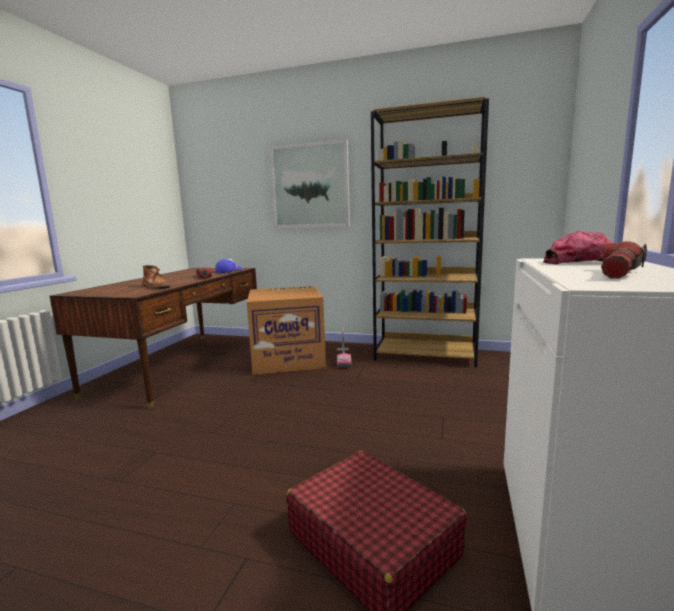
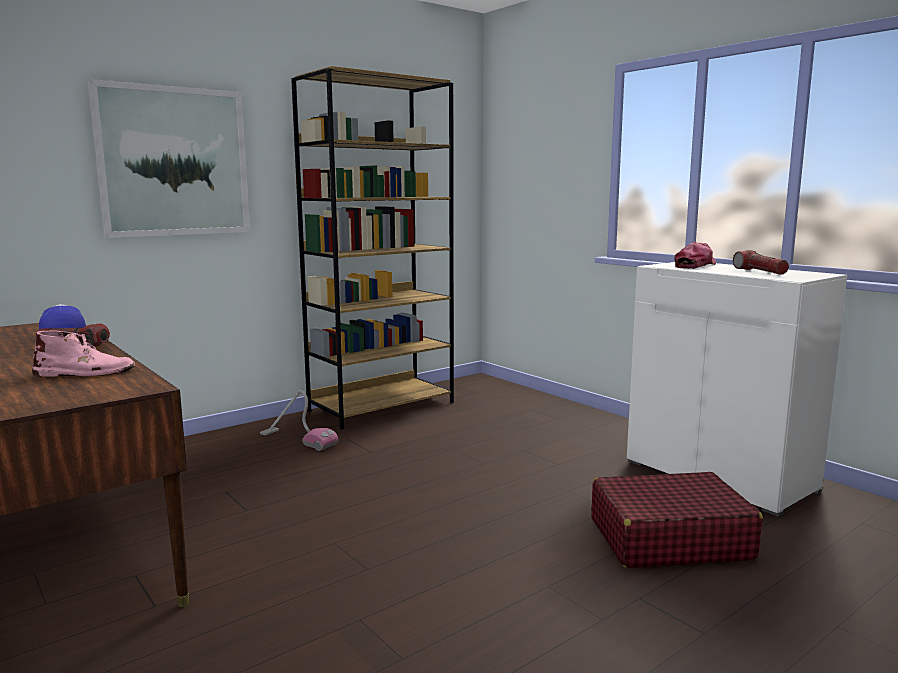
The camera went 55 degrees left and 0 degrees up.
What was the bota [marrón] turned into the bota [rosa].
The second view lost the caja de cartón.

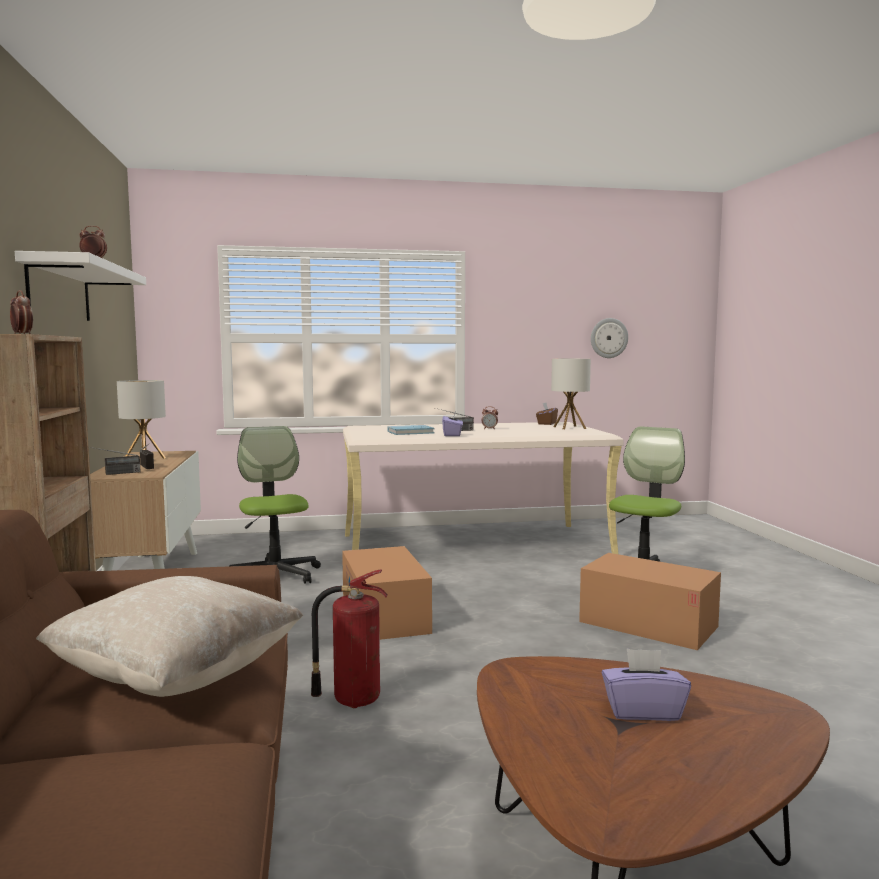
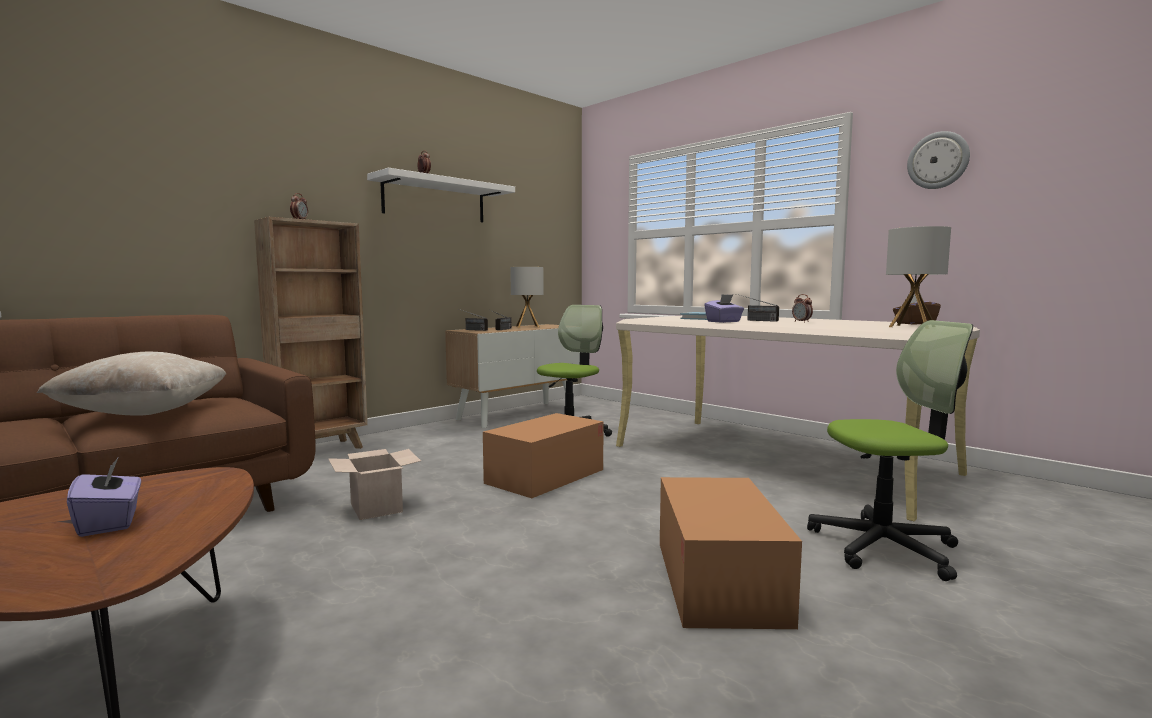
The camera went 55 degrees right and 0 degrees up.
The reloj de pared ended up elsewhere.
Where the extintor stood, the caja de cartón (no. 1 from left) came to stand.

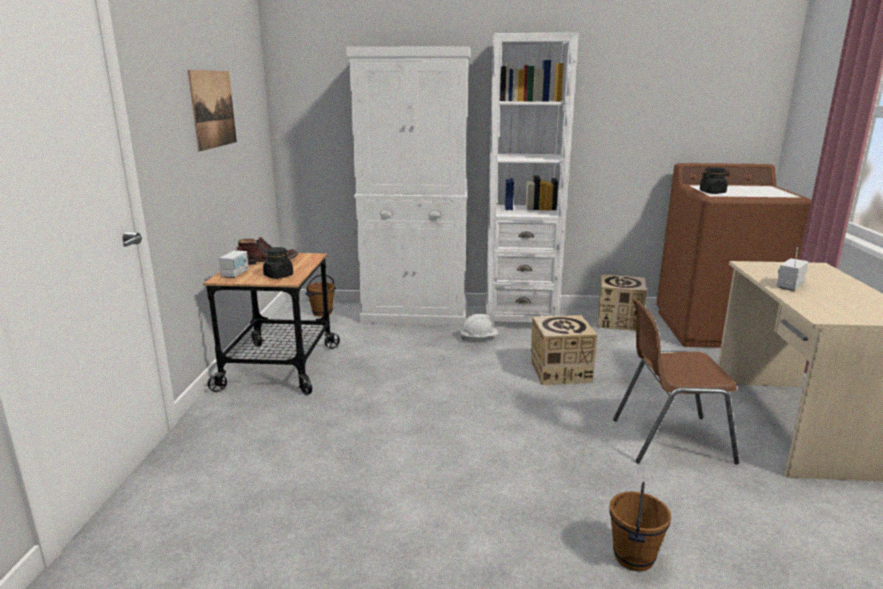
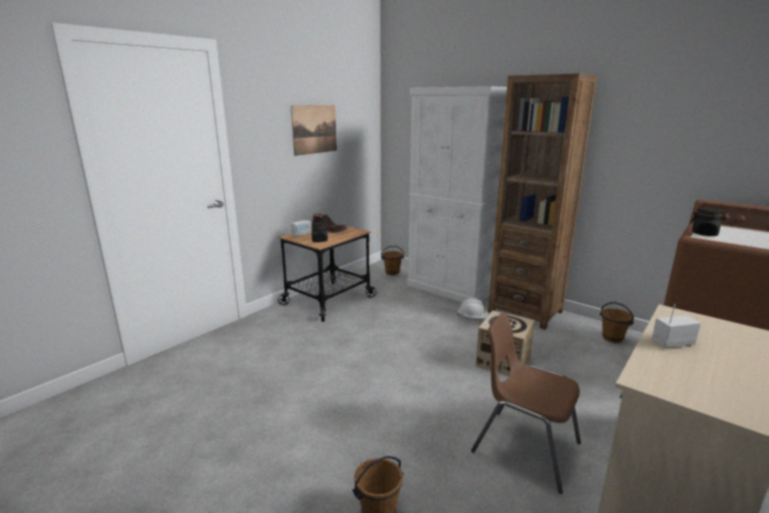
The camera went 35 degrees right and 0 degrees up.
What was the estantería [blanco] turned into the estantería [marrón].
Where the caja de cartón (no. 2 from left) stood, the cubo [marrón] (no. 3 from left) came to stand.

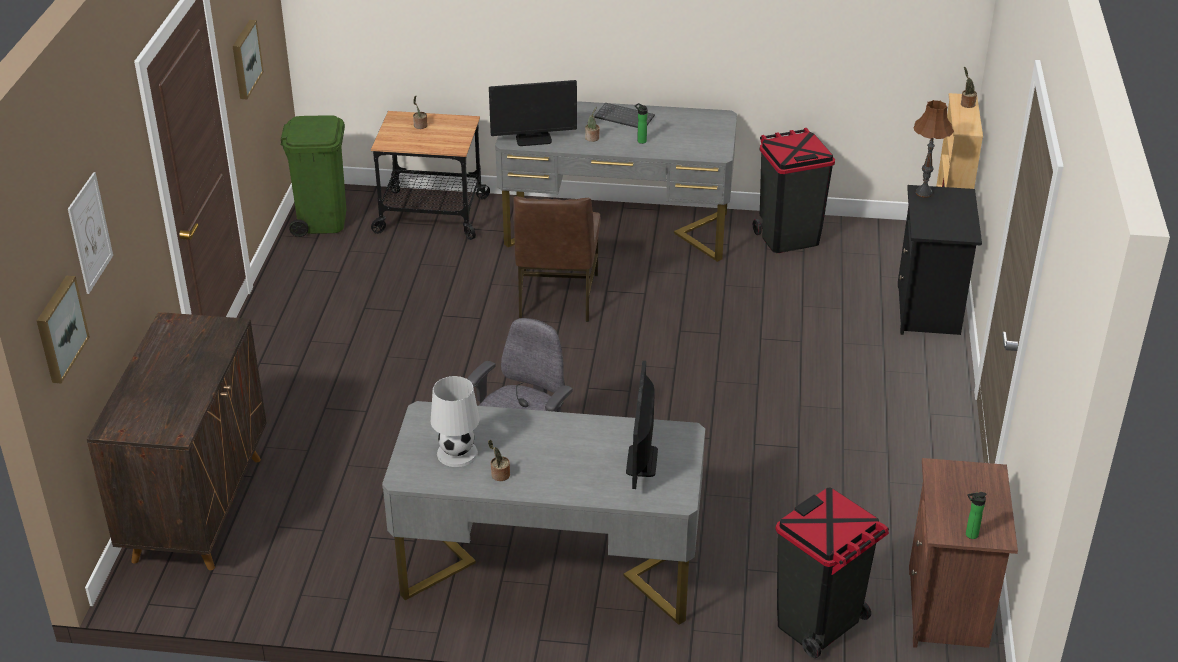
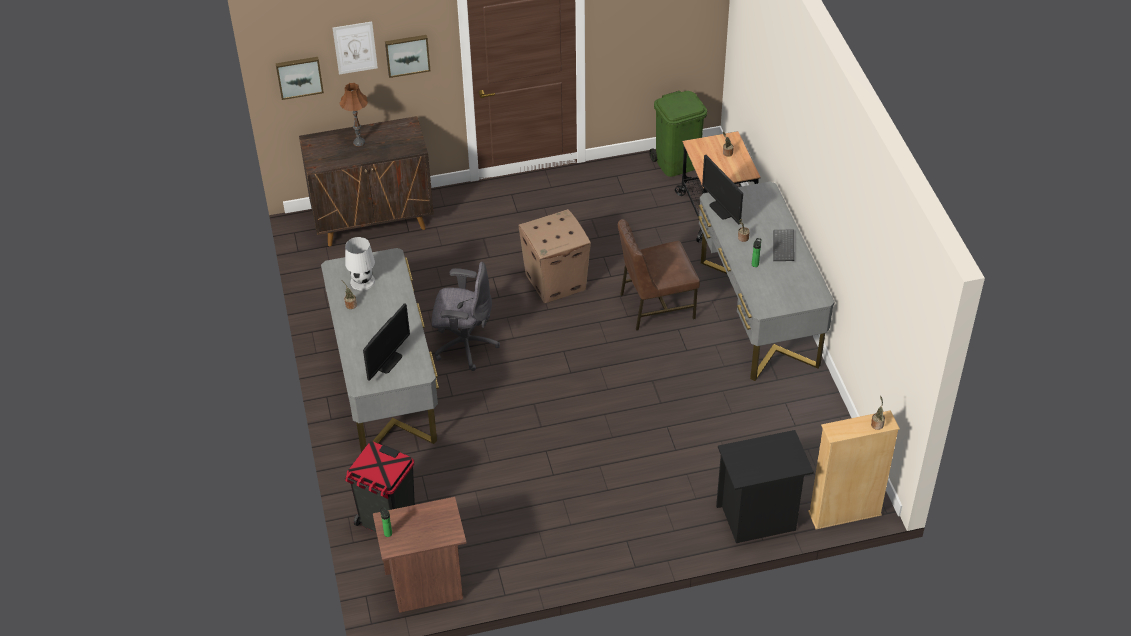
The camera went 70 degrees right and 10 degrees up.
The cuadro (no. 3 from left) ended up elsewhere.
The lámpara de mesa [marrón] ended up elsewhere.
The second view lost the papelera [negro] (no. 1 from left).
The monitor (no. 2 from left in the first image) ended up facing another way, 135 degrees clockwise from before.
The second view gained the caja de cartón.

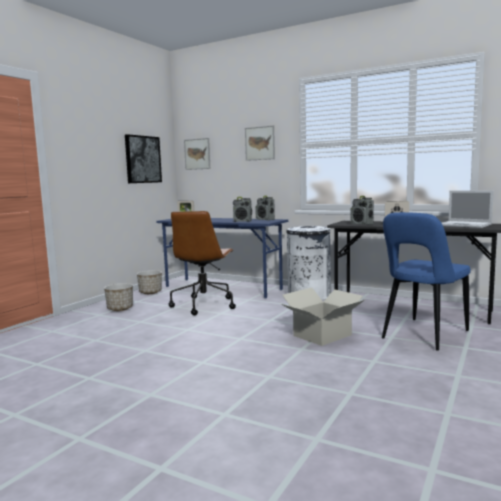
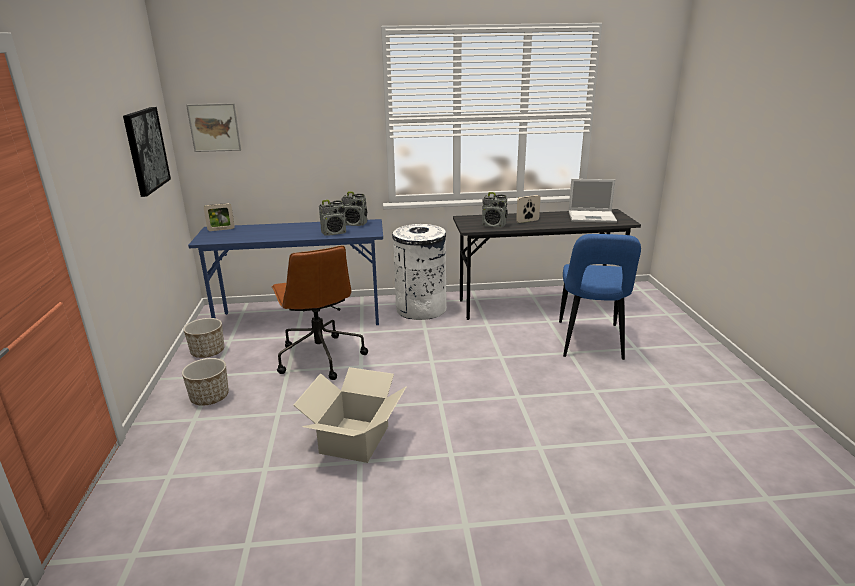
The camera went 35 degrees left and 15 degrees up.
The second view lost the cuadro (no. 3 from left).
The caja de cartón ended up elsewhere.

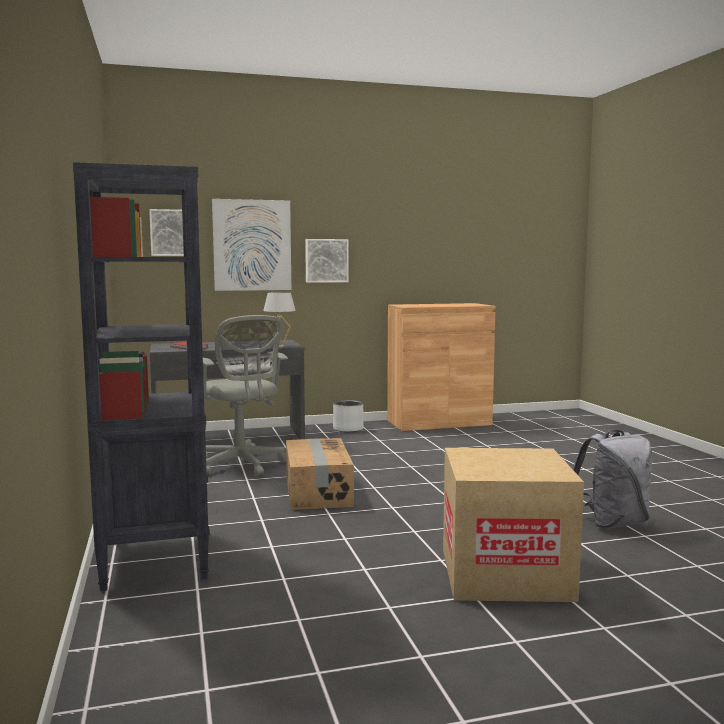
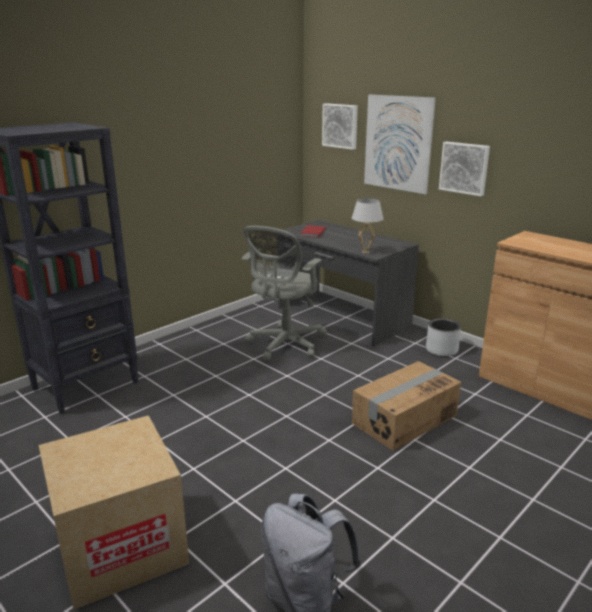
The camera went 60 degrees right and 15 degrees up.
The caja de cartón (no. 1 from left in the first image) ended up elsewhere.

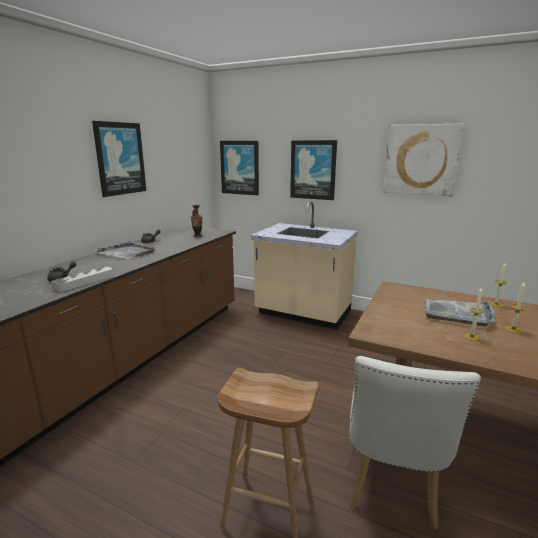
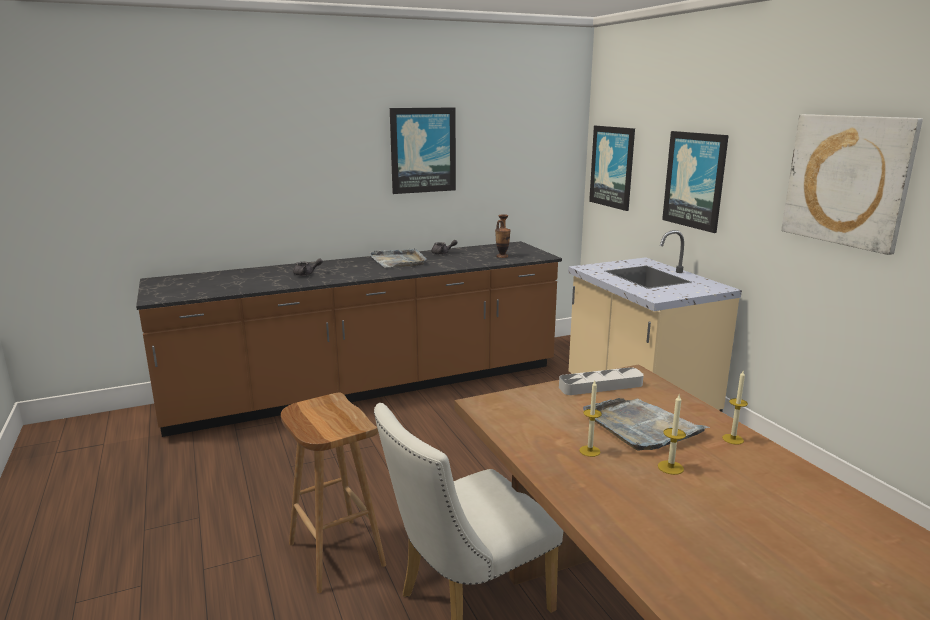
The camera went 40 degrees right and 0 degrees up.
The bandeja [gris] (no. 1 from left in the first image) ended up elsewhere.

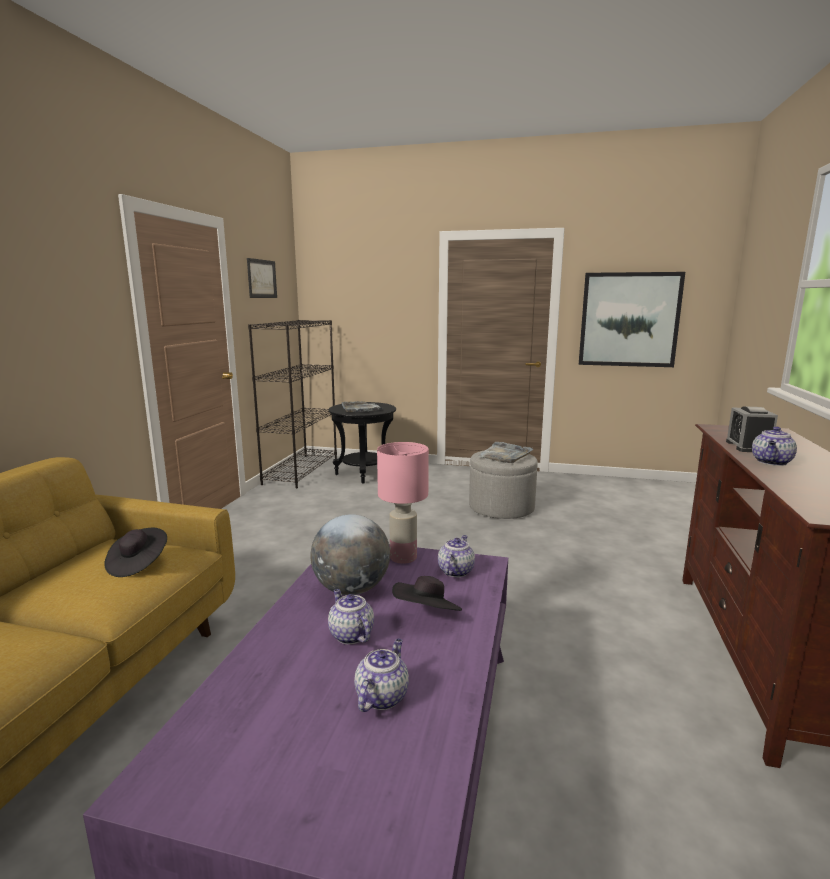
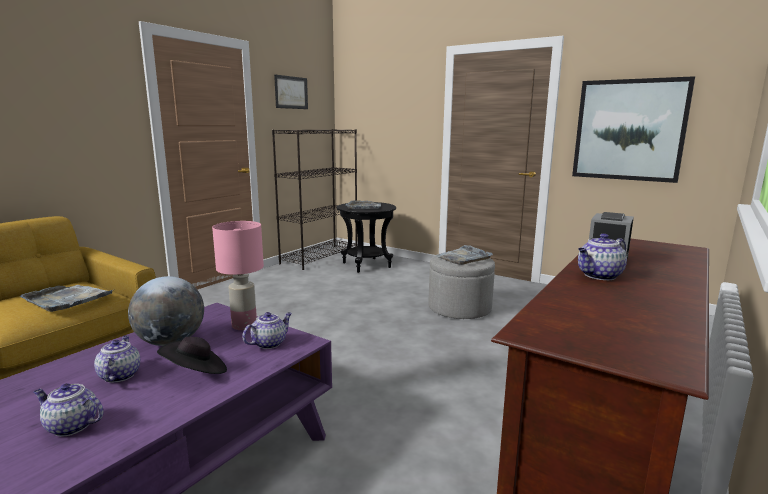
The camera went 20 degrees right and 0 degrees up.
Where the sombrero [negro] (no. 1 from left) stood, the bandeja [gris] (no. 1 from left) came to stand.
The tetera (no. 2 from left in the first image) ended up facing another way, 120 degrees counterclockwise from before.

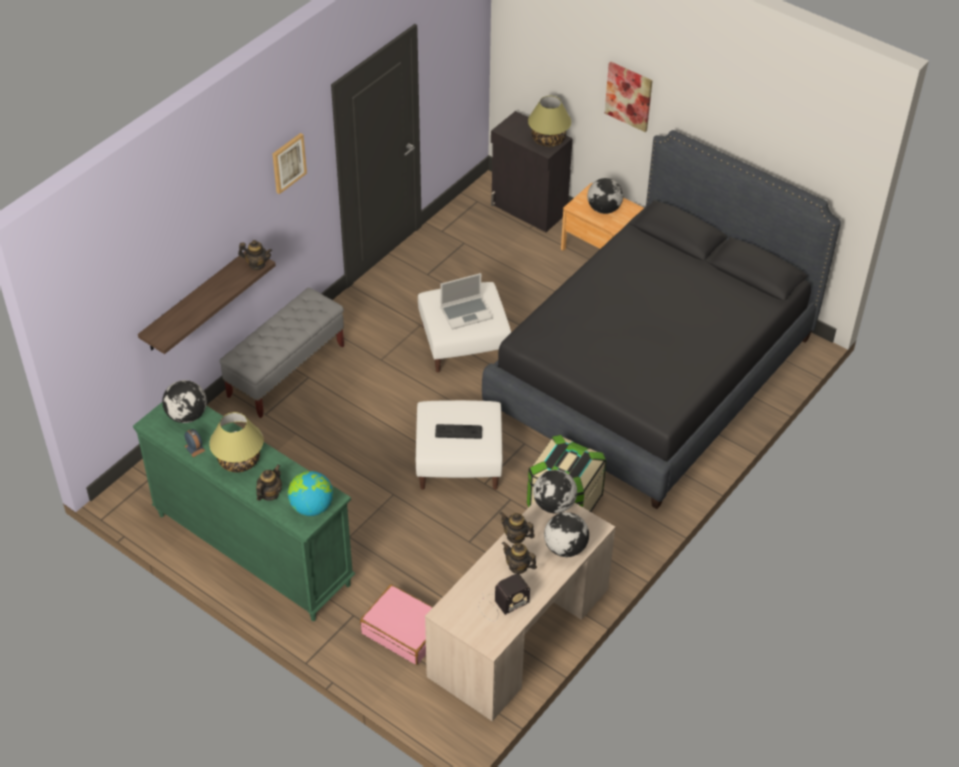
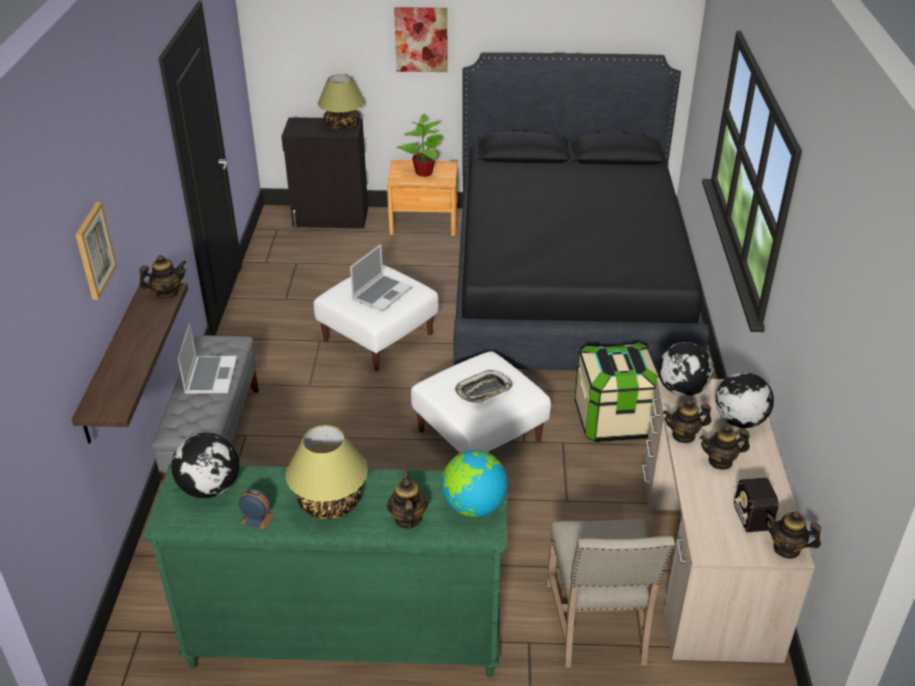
The camera went 35 degrees left and 10 degrees down.
The cuadro (no. 1 from left) ended up elsewhere.
Where the globo terráqueo (no. 5 from left) stood, the planta en maceta came to stand.
Where the teclado stood, the bandeja came to stand.
The radio ended up facing another way, 150 degrees clockwise from before.
Where the maleta [rosa] stood, the silla [beis] came to stand.
The second view gained the portátil (no. 1 from left).
The second view gained the tetera (no. 5 from left).

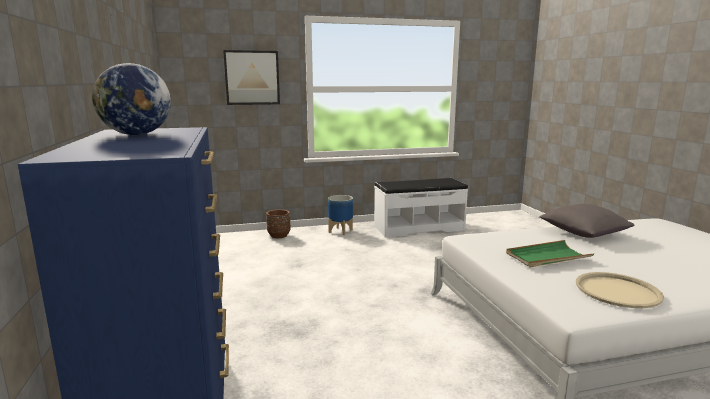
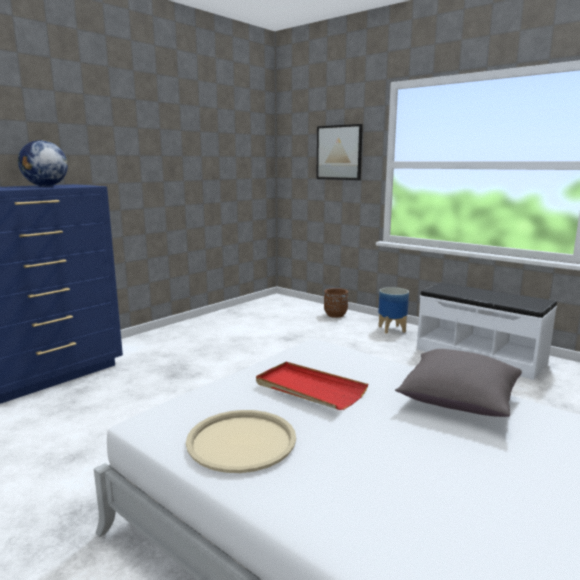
The camera went 55 degrees right and 0 degrees up.
What was the bandeja [verde] turned into the bandeja [rojo].

